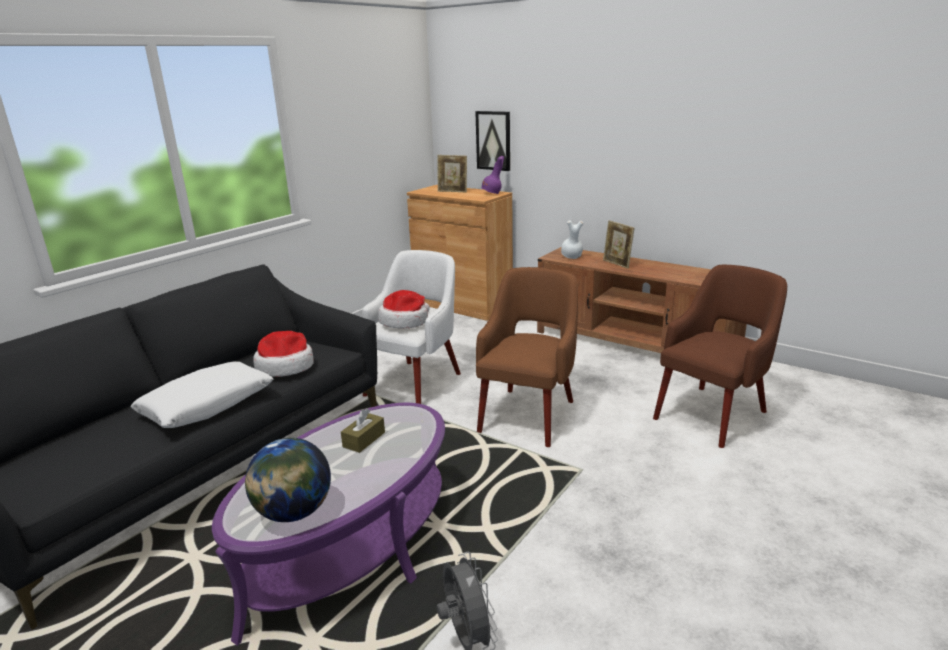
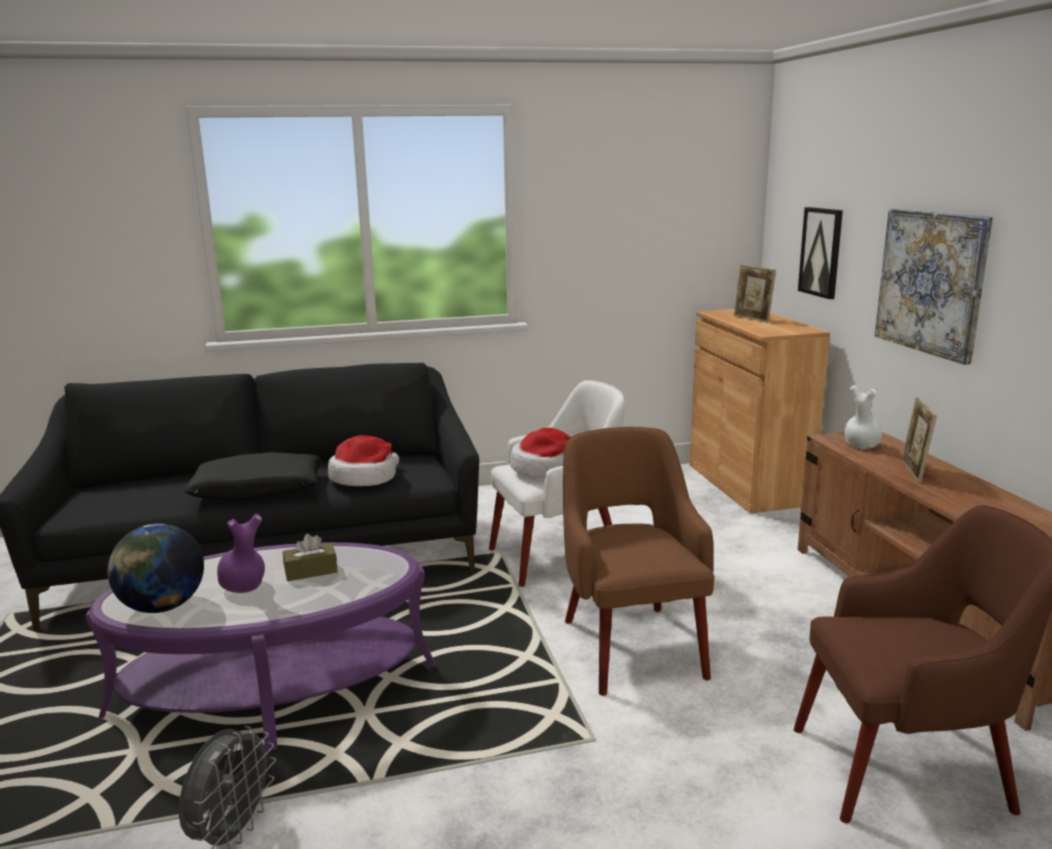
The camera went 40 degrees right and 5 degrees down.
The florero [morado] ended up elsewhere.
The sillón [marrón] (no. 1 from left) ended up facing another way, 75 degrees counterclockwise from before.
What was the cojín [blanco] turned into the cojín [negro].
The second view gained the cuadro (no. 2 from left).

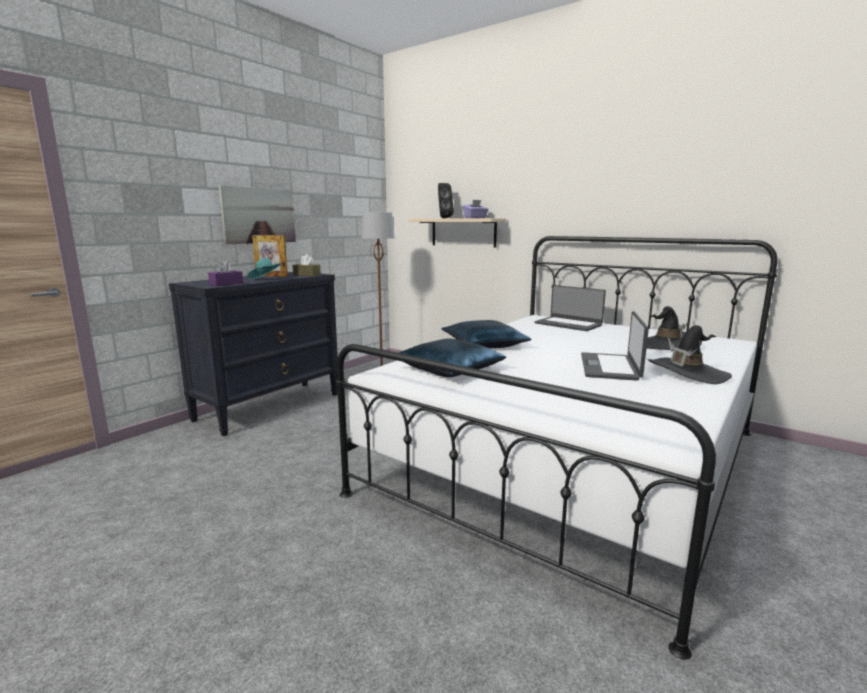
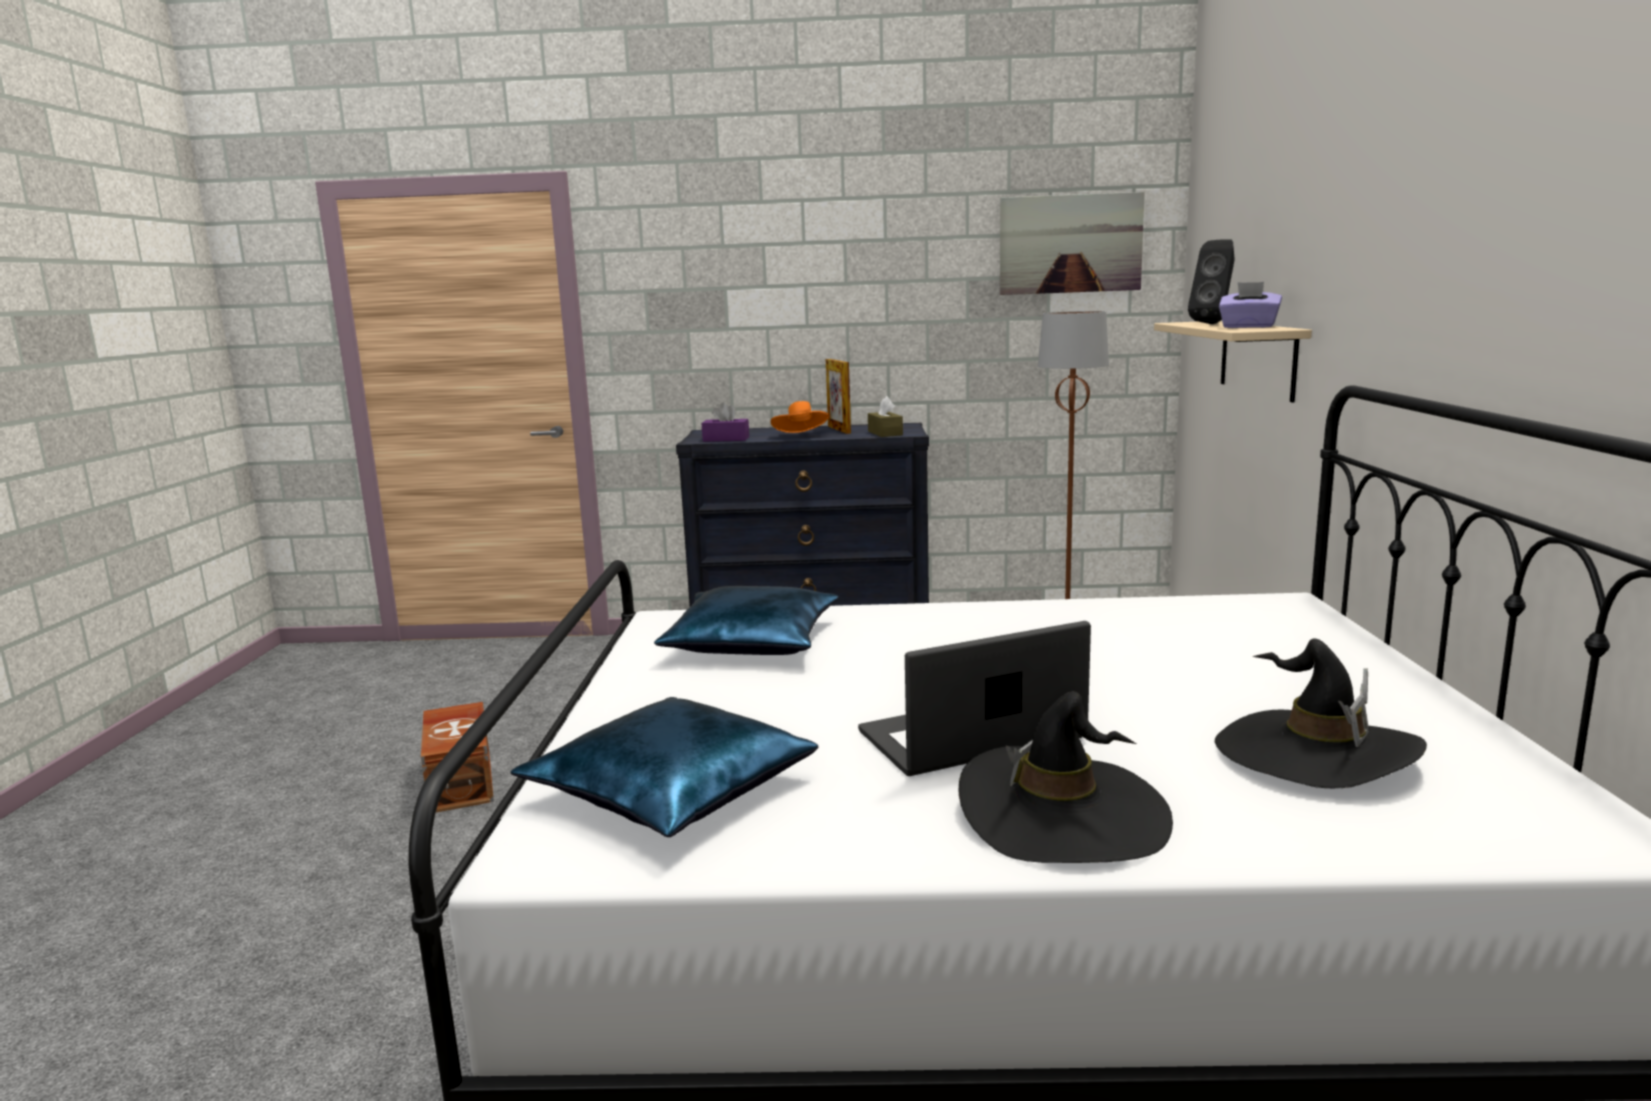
The camera went 55 degrees right and 0 degrees up.
The cuadro ended up elsewhere.
What was the sombrero [turquesa] turned into the sombrero [naranja].
The second view lost the portátil (no. 1 from left).
The cojín [azul] (no. 2 from left in the first image) ended up elsewhere.
The second view gained the caja de almacenaje [marrón].

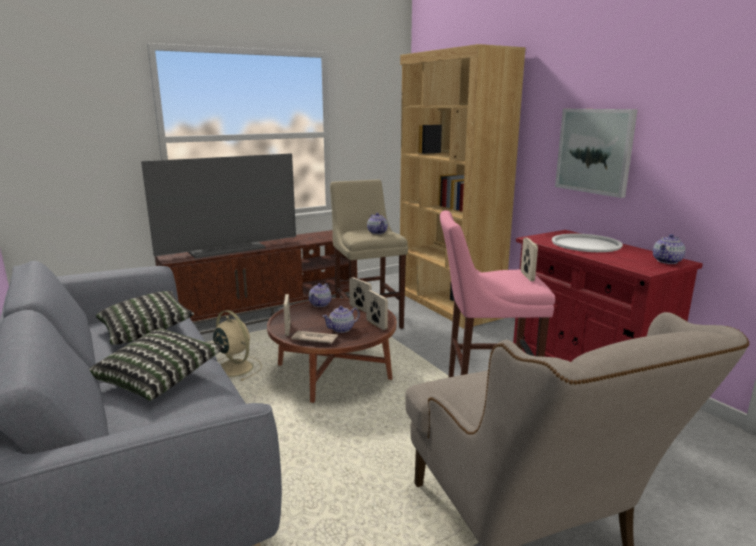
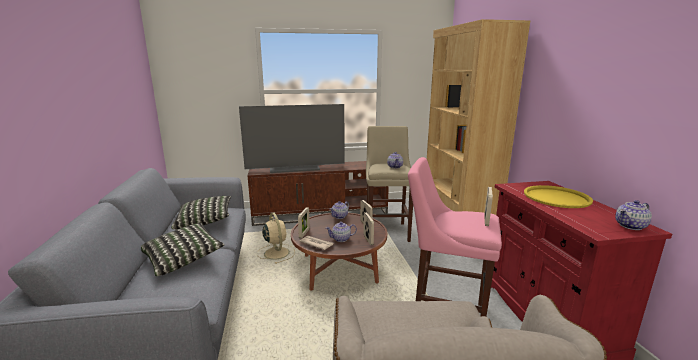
The camera went 20 degrees right and 0 degrees up.
The second view lost the cuadro.
What was the bandeja [blanco] turned into the bandeja [amarillo].

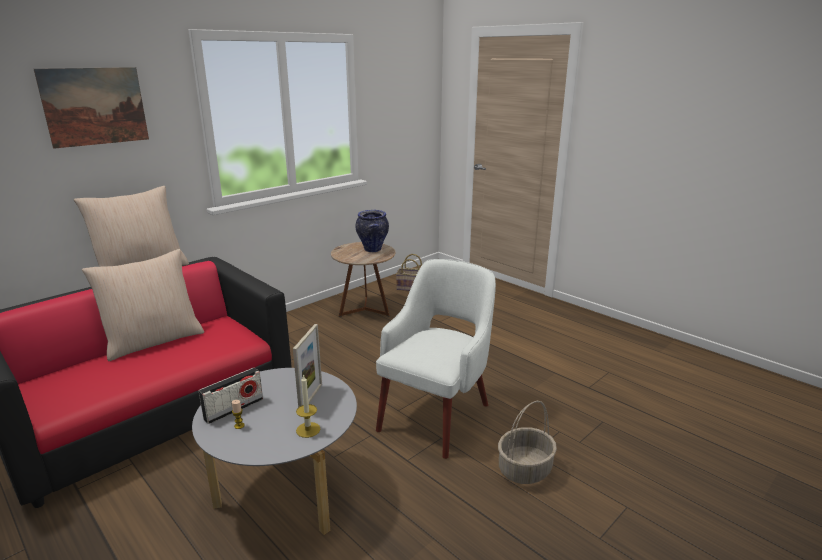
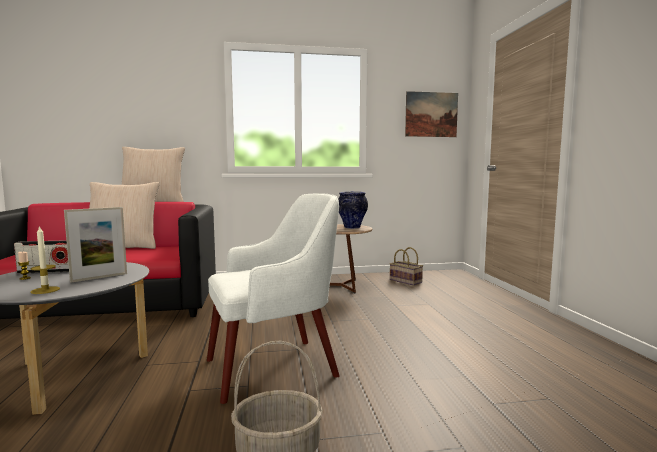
The camera went 35 degrees right and 15 degrees down.
The cuadro ended up elsewhere.

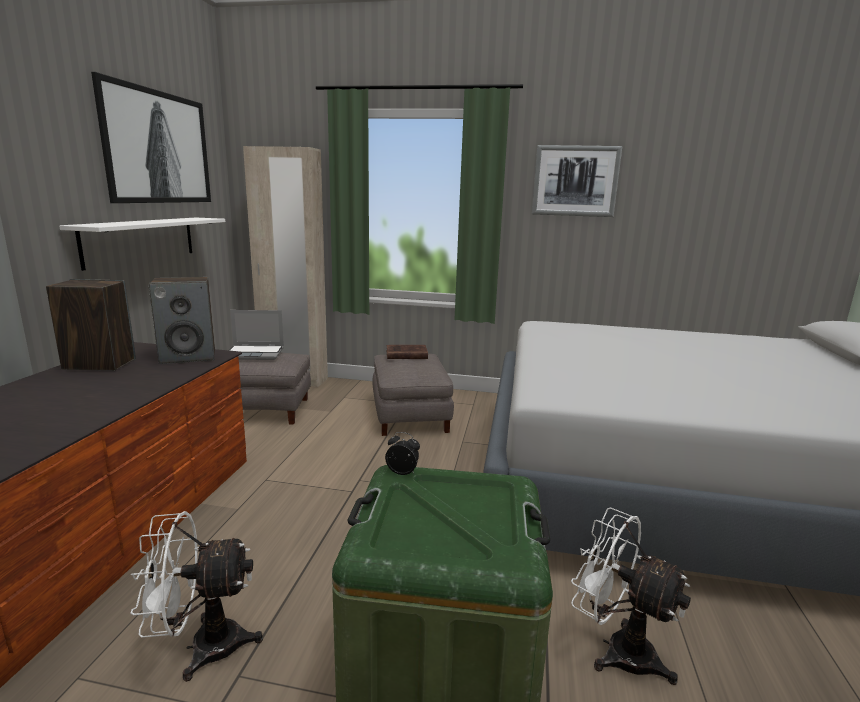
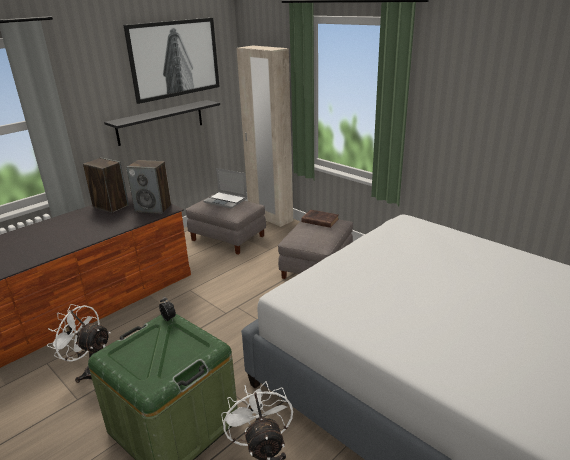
The camera went 35 degrees right and 10 degrees up.
The second view lost the cuadro (no. 2 from left).
What was the estante [blanco] turned into the estante [negro].

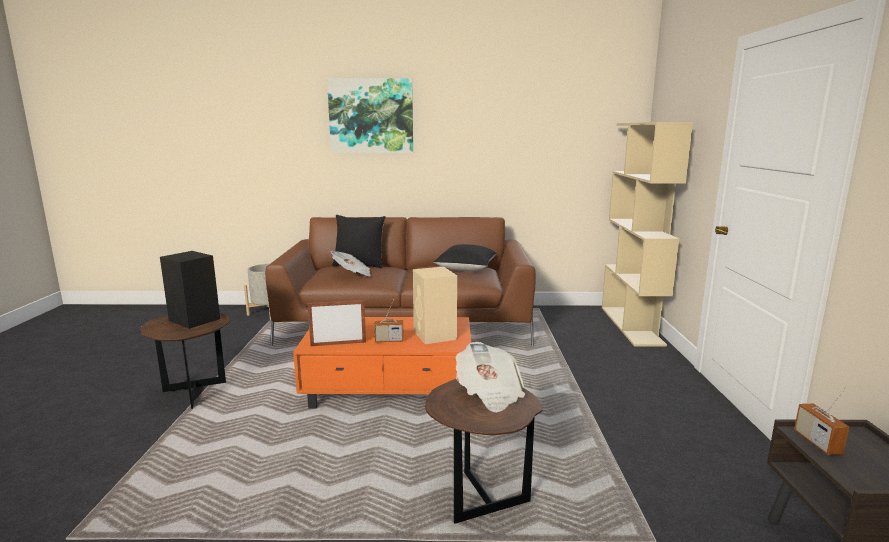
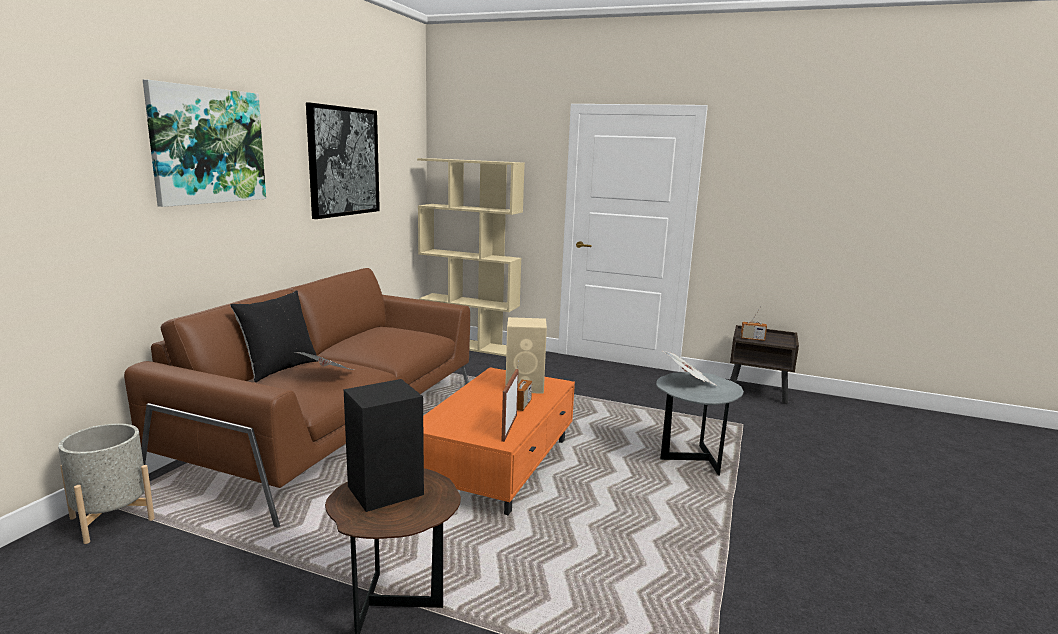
The camera went 70 degrees left and 0 degrees up.
The second view lost the cojín [negro] (no. 2 from left).
What was the mesa auxiliar [marrón] (no. 2 from left) turned into the mesa auxiliar [gris].
The second view gained the cuadro (no. 2 from left).

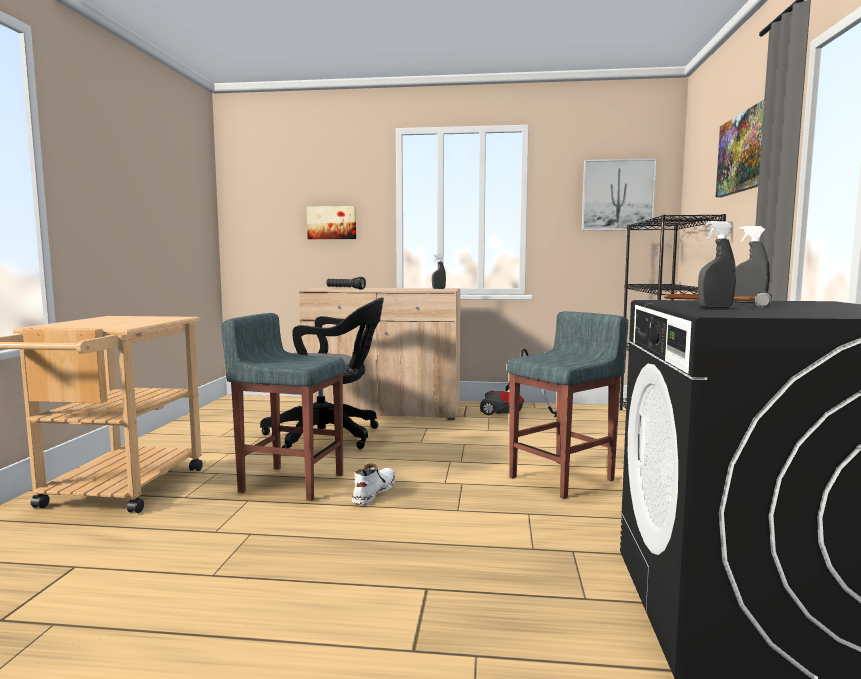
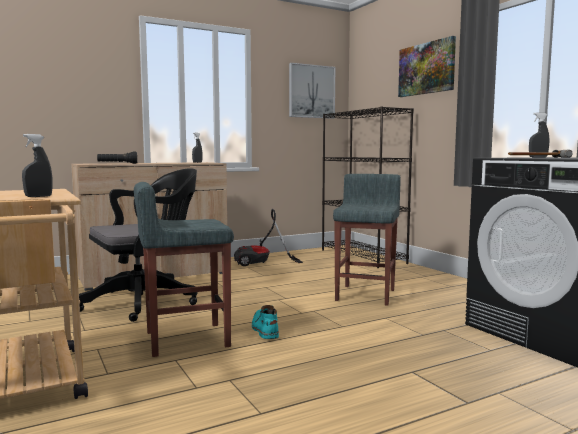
The camera went 35 degrees left and 0 degrees up.
The second view lost the cuadro (no. 1 from left).
The pulverizador [gris] (no. 2 from left in the first image) ended up elsewhere.
What was the bota [blanco] turned into the bota [turquesa].

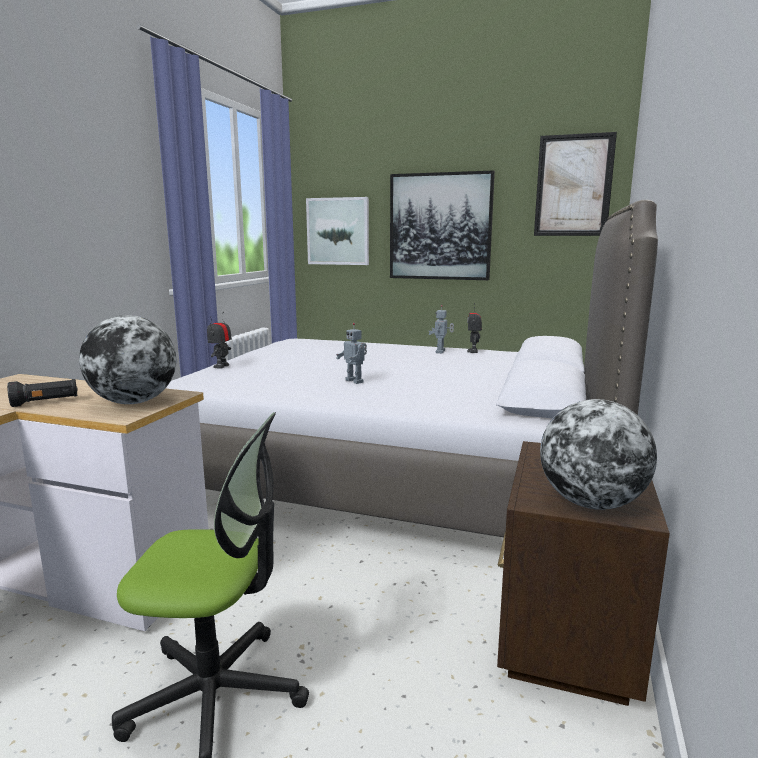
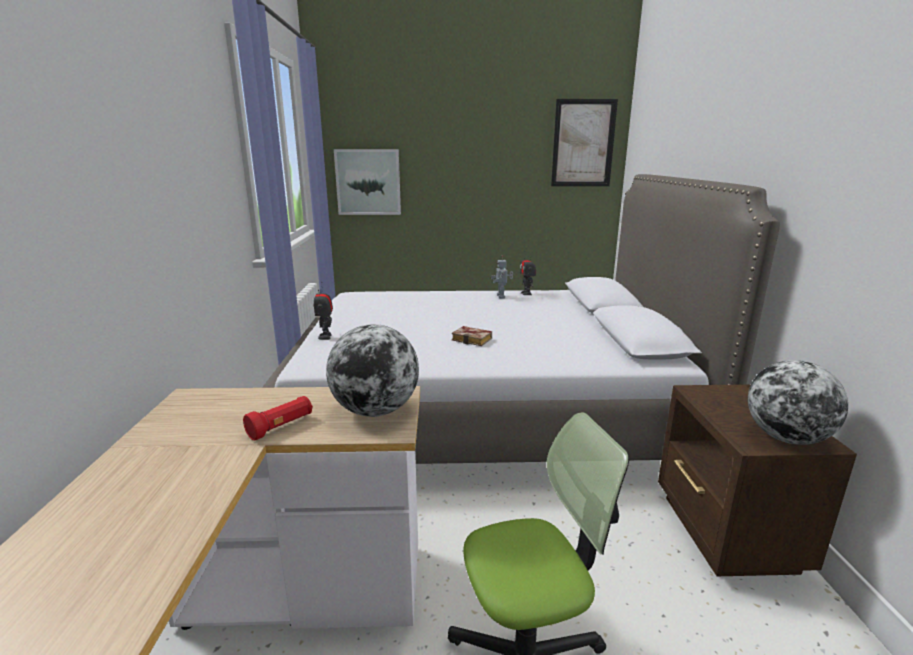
The camera went 20 degrees left and 5 degrees up.
The second view lost the cuadro (no. 2 from left).
Where the robot de juguete (no. 2 from left) stood, the libro came to stand.
What was the linterna [negro] turned into the linterna [rojo].

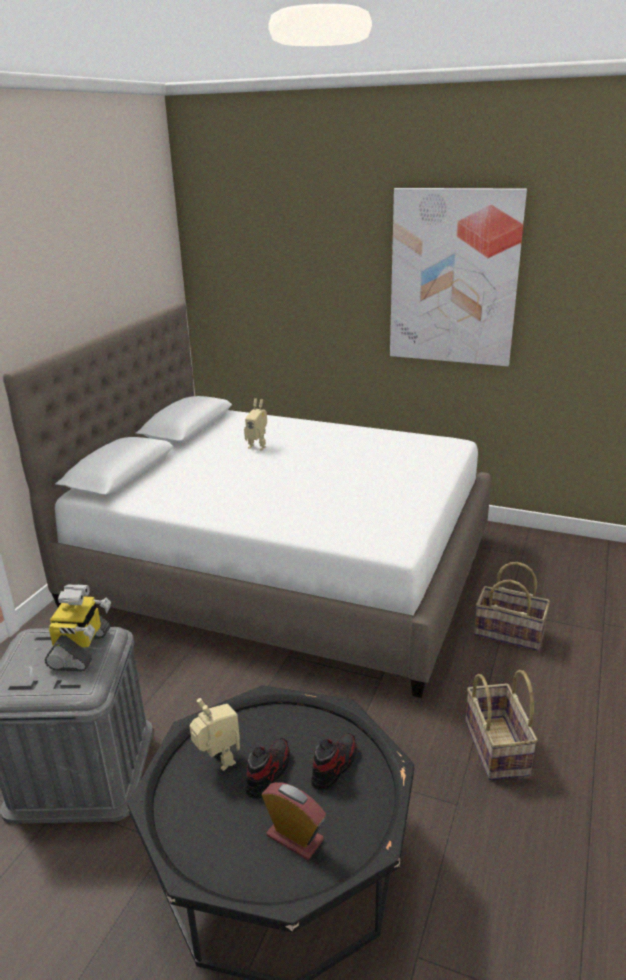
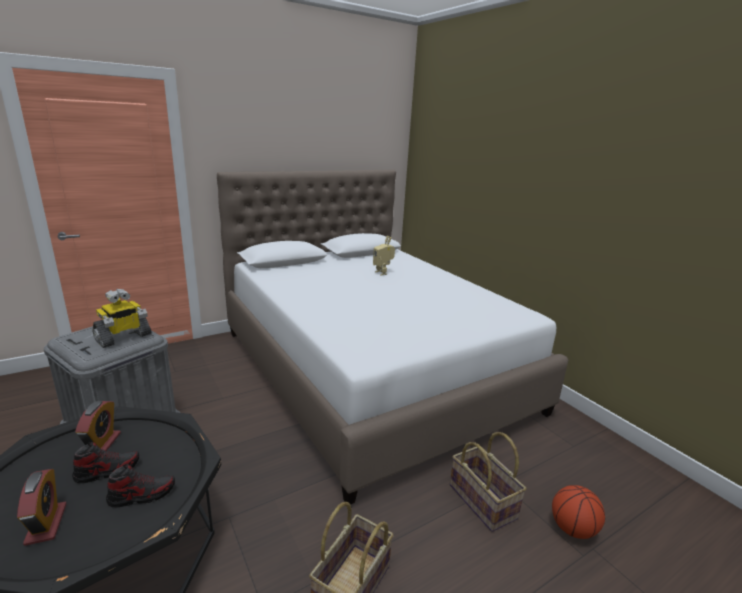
The camera went 35 degrees right and 5 degrees down.
The second view lost the cuadro.
Where the robot de juguete (no. 2 from left) stood, the despertador (no. 2 from left) came to stand.
The second view gained the balón de baloncesto.

